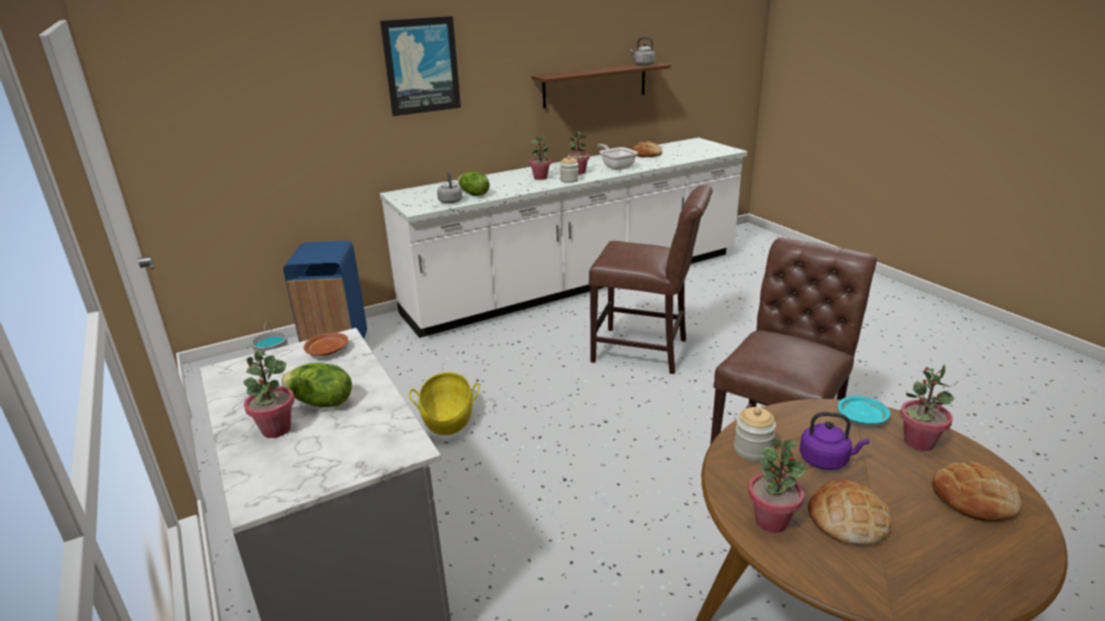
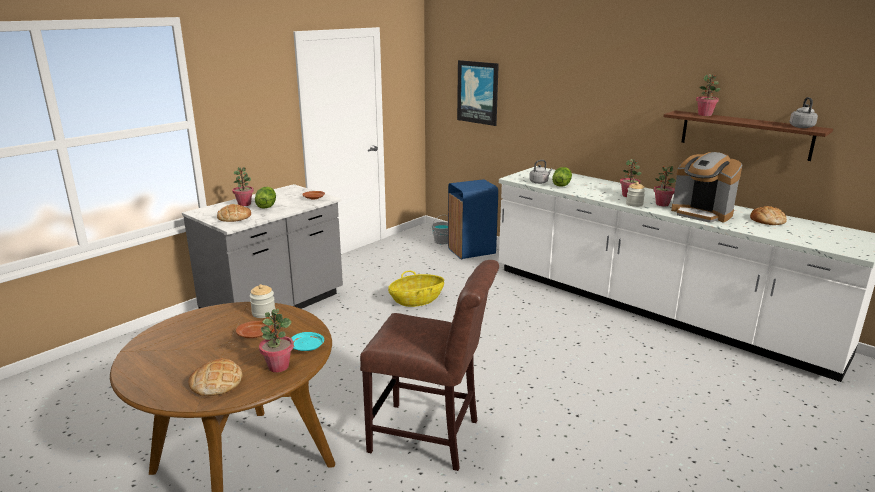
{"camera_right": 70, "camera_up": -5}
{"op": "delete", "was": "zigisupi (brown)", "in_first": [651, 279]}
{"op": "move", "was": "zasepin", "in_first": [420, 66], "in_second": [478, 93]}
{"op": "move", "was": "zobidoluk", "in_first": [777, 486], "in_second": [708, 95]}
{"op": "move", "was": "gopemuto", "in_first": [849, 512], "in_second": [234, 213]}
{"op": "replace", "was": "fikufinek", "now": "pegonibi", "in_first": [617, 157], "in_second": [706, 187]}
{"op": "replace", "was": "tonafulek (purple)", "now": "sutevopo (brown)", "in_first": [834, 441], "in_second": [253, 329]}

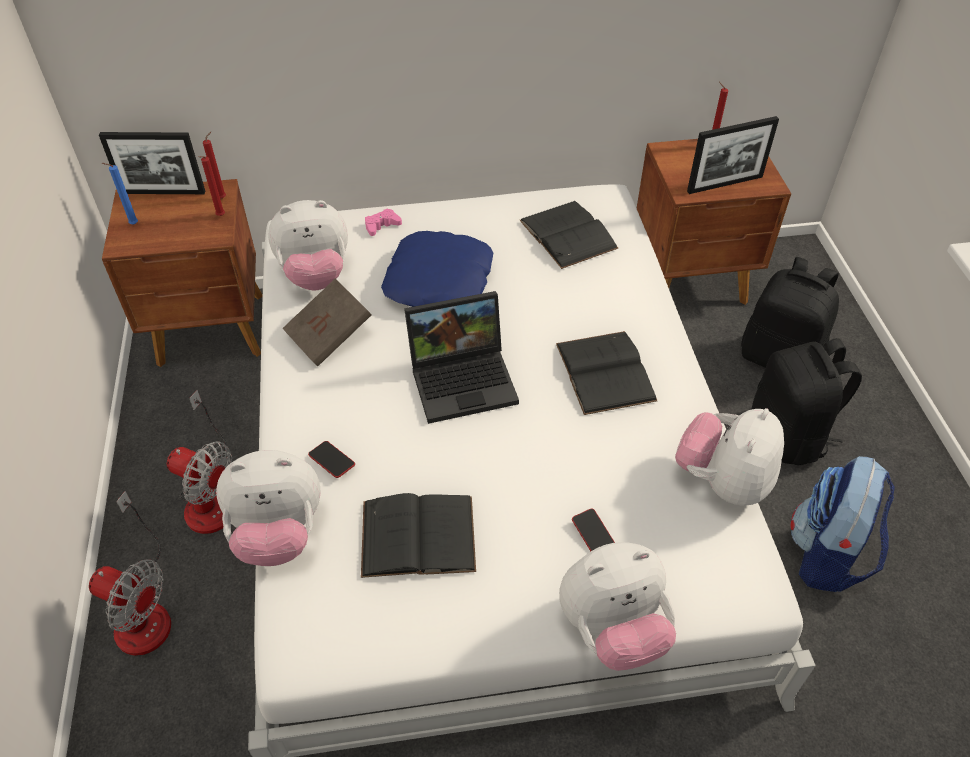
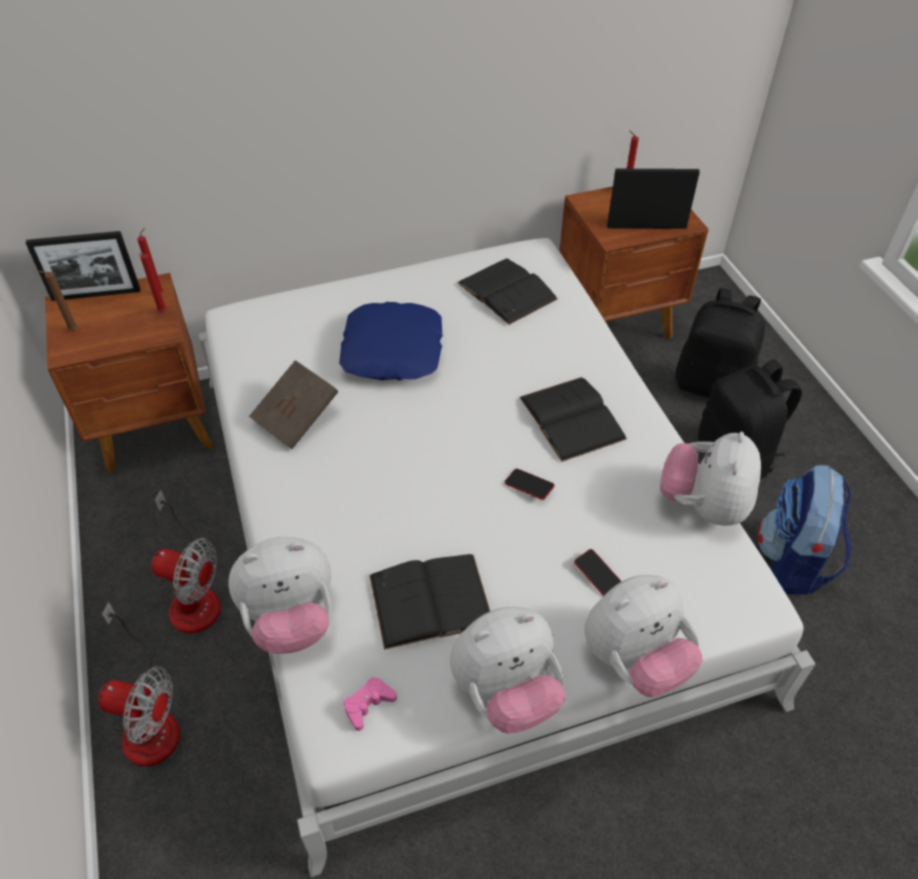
{"camera_right": -10, "camera_up": 0}
{"op": "delete", "was": "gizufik", "in_first": [461, 357]}
{"op": "move", "was": "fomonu", "in_first": [308, 245], "in_second": [507, 670]}
{"op": "move", "was": "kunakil", "in_first": [331, 459], "in_second": [529, 484]}
{"op": "move", "was": "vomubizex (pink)", "in_first": [383, 222], "in_second": [370, 704]}
{"op": "recolor", "was": "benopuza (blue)", "now": "benopuza (brown)", "in_first": [120, 194], "in_second": [57, 301]}
{"op": "rotate", "was": "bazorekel", "in_first": [733, 155], "in_second": [653, 199], "clockwise": -150}

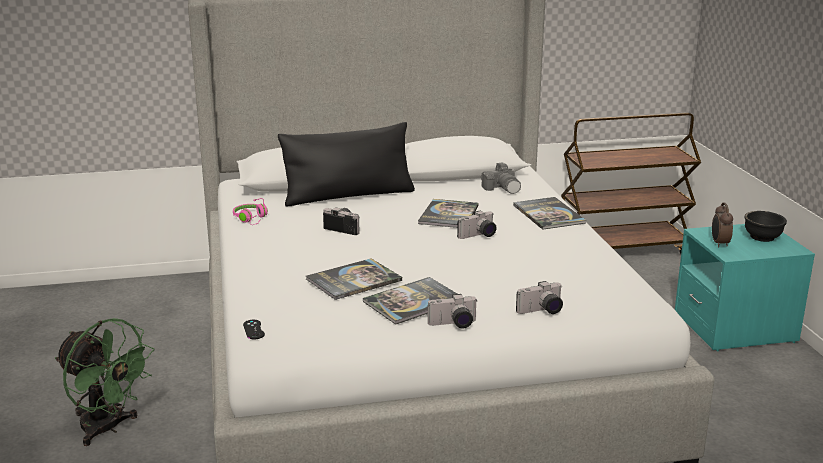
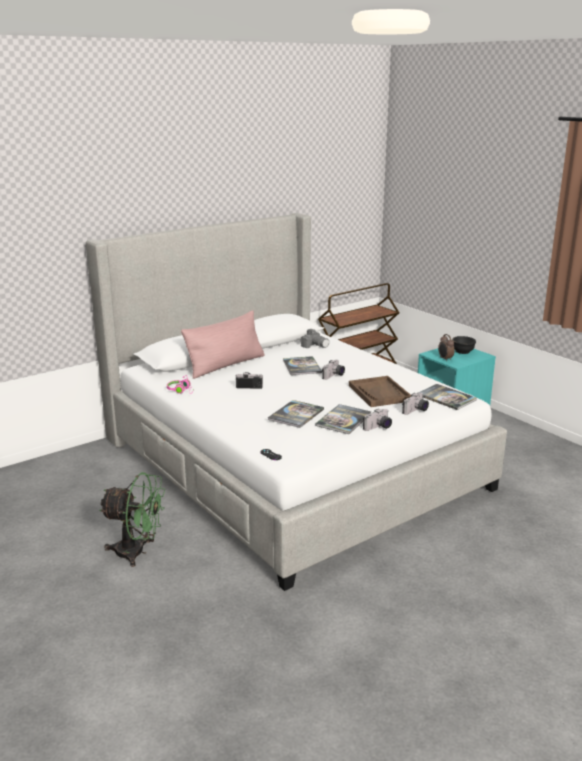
{"camera_right": -25, "camera_up": 0}
{"op": "insert", "now": "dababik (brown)", "in_second": [380, 391]}
{"op": "move", "was": "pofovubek", "in_first": [549, 213], "in_second": [447, 397]}
{"op": "recolor", "was": "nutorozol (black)", "now": "nutorozol (pink)", "in_first": [346, 164], "in_second": [222, 344]}

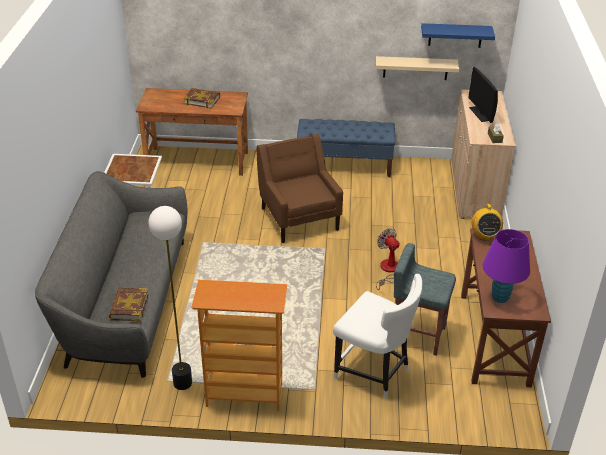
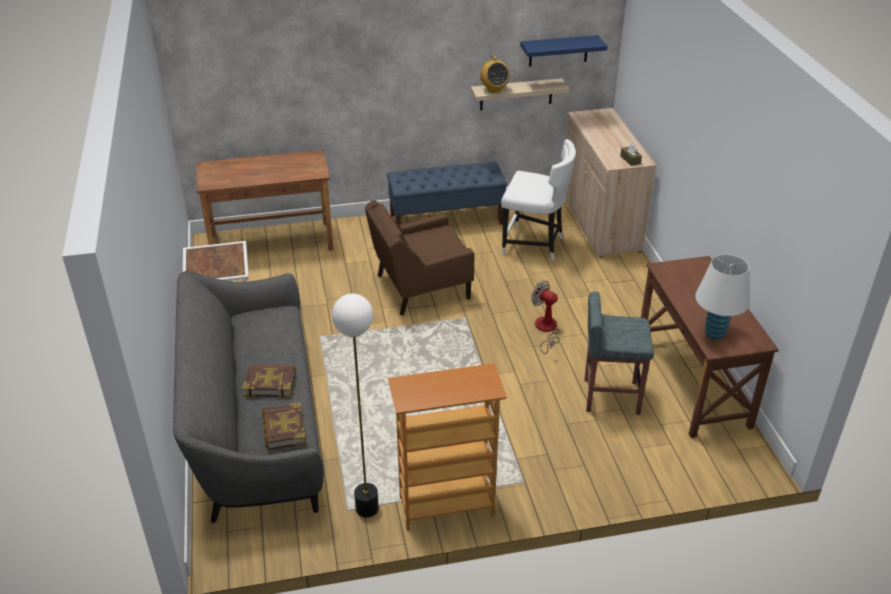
{"camera_right": -15, "camera_up": 0}
{"op": "delete", "was": "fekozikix", "in_first": [483, 95]}
{"op": "move", "was": "pofovubek", "in_first": [201, 98], "in_second": [268, 381]}
{"op": "move", "was": "zigisupi (white)", "in_first": [377, 336], "in_second": [538, 199]}
{"op": "move", "was": "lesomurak", "in_first": [487, 222], "in_second": [495, 74]}
{"op": "recolor", "was": "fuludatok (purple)", "now": "fuludatok (white)", "in_first": [506, 266], "in_second": [722, 297]}
{"op": "rotate", "was": "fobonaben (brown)", "in_first": [299, 188], "in_second": [419, 257], "clockwise": -75}

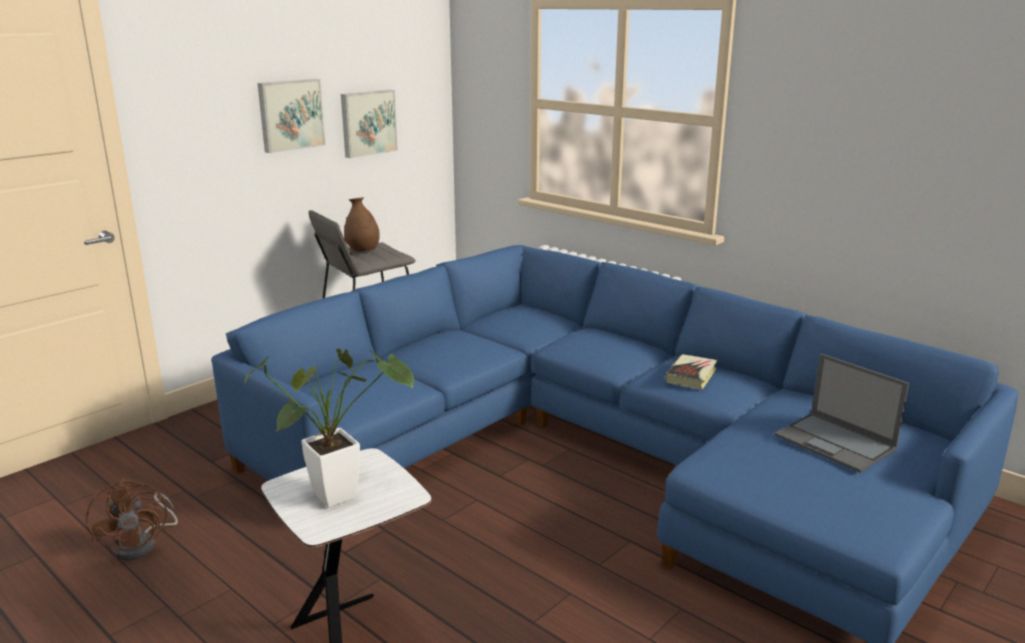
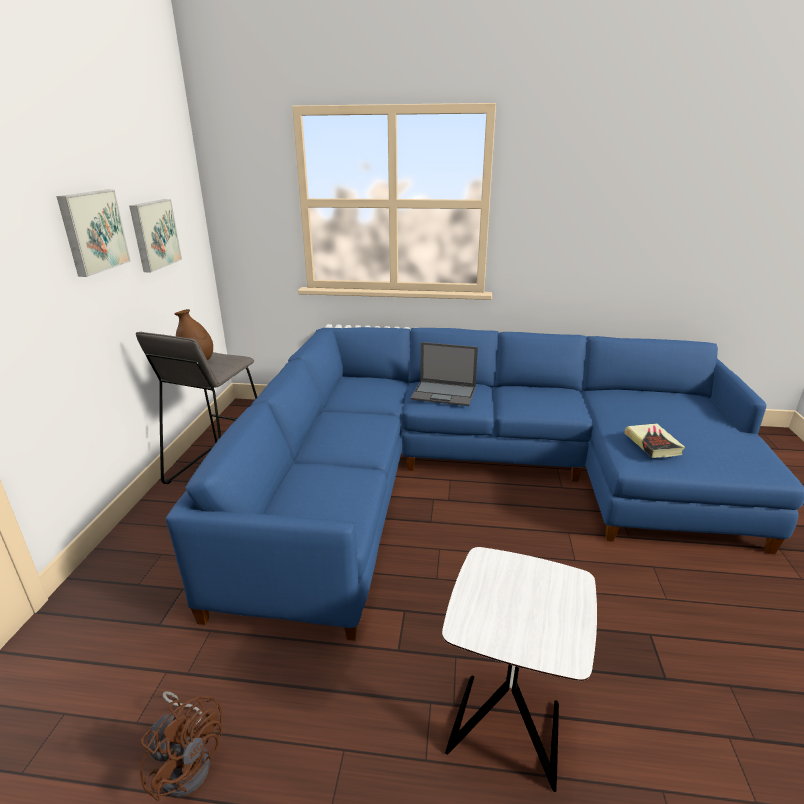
{"camera_right": -35, "camera_up": 5}
{"op": "delete", "was": "zobidoluk", "in_first": [329, 428]}
{"op": "move", "was": "pofovubek", "in_first": [691, 372], "in_second": [654, 440]}
{"op": "move", "was": "gizufik", "in_first": [842, 413], "in_second": [444, 374]}

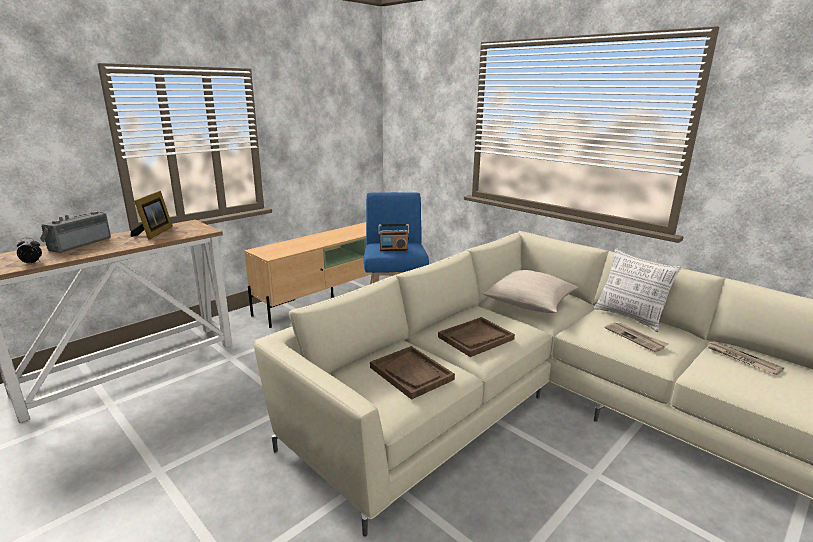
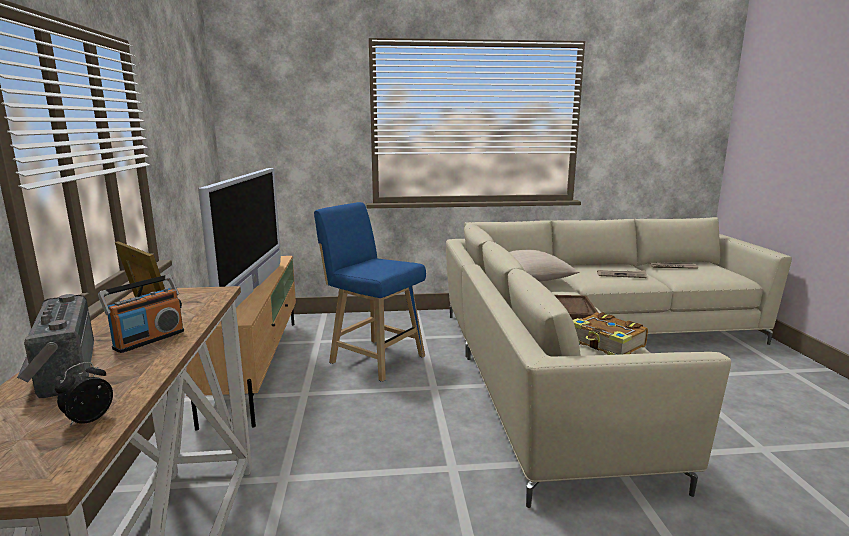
{"camera_right": -50, "camera_up": -5}
{"op": "delete", "was": "nutorozol", "in_first": [637, 290]}
{"op": "insert", "now": "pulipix", "in_second": [239, 237]}
{"op": "move", "was": "lesomurak", "in_first": [393, 237], "in_second": [141, 313]}
{"op": "replace", "was": "dababik (brown)", "now": "pofovubek", "in_first": [412, 373], "in_second": [610, 333]}

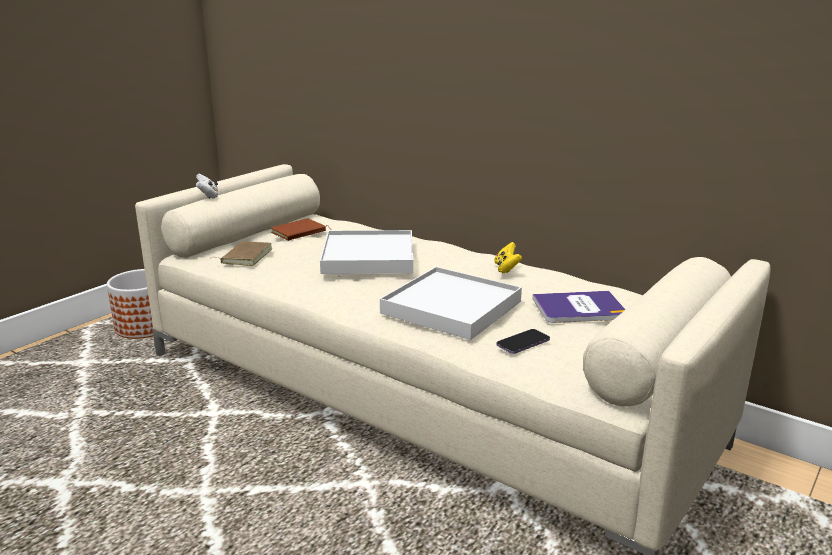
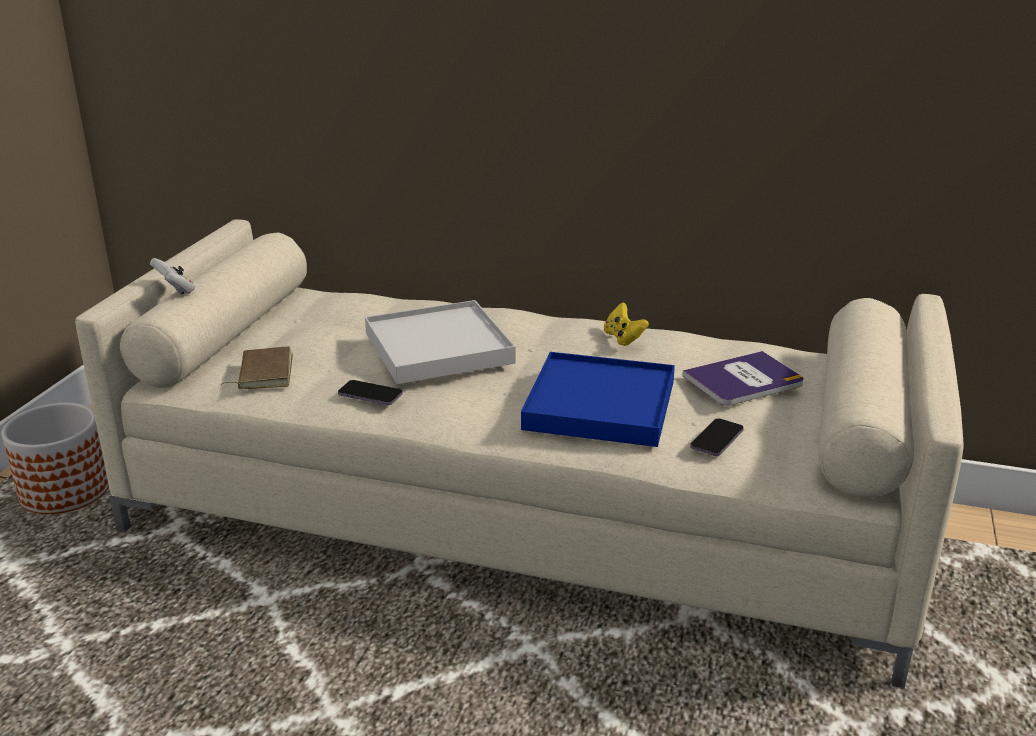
{"camera_right": -20, "camera_up": 5}
{"op": "delete", "was": "pofovubek (brown)", "in_first": [301, 229]}
{"op": "insert", "now": "kunakil", "in_second": [370, 392]}
{"op": "recolor", "was": "dababik (white)", "now": "dababik (blue)", "in_first": [451, 303], "in_second": [598, 399]}

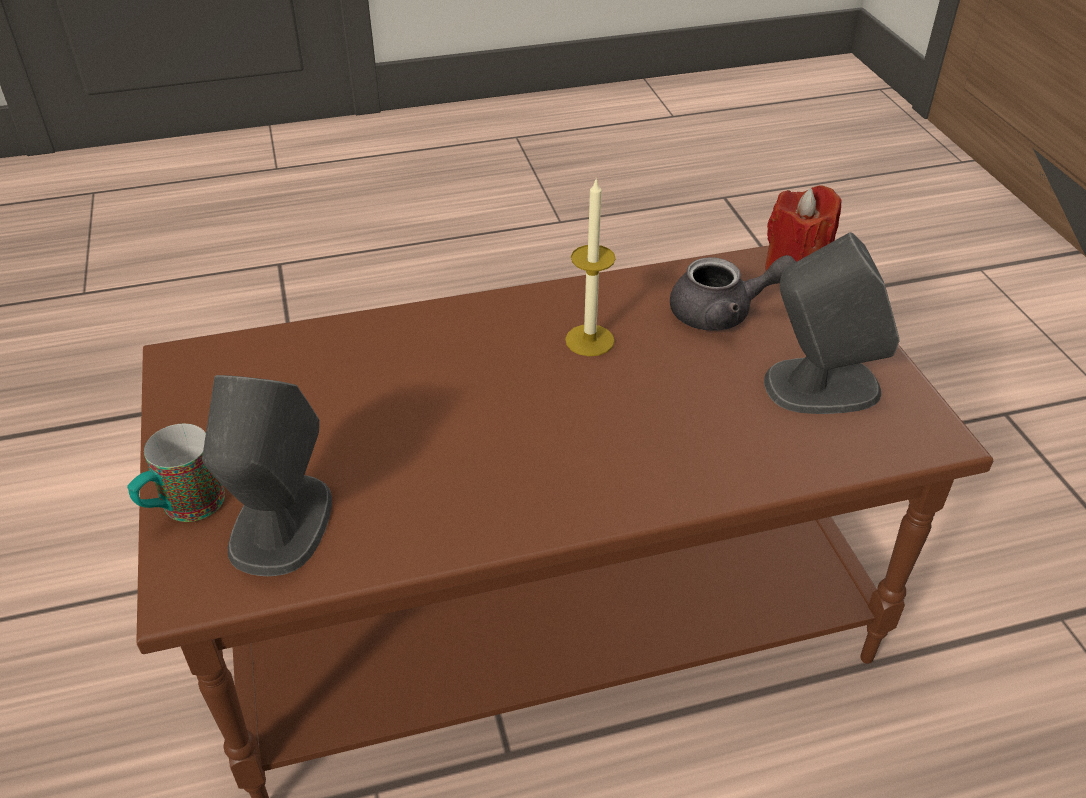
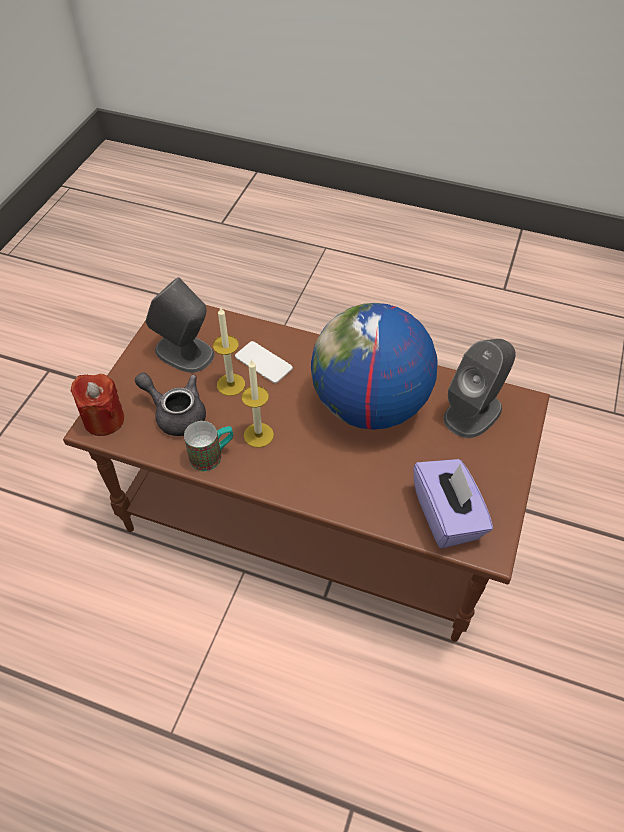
{"camera_right": -145, "camera_up": 10}
{"op": "insert", "now": "benopuza", "in_second": [229, 351]}
{"op": "insert", "now": "kunakil", "in_second": [264, 362]}
{"op": "insert", "now": "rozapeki", "in_second": [374, 366]}
{"op": "insert", "now": "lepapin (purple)", "in_second": [453, 504]}
{"op": "move", "was": "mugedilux", "in_first": [176, 473], "in_second": [208, 446]}

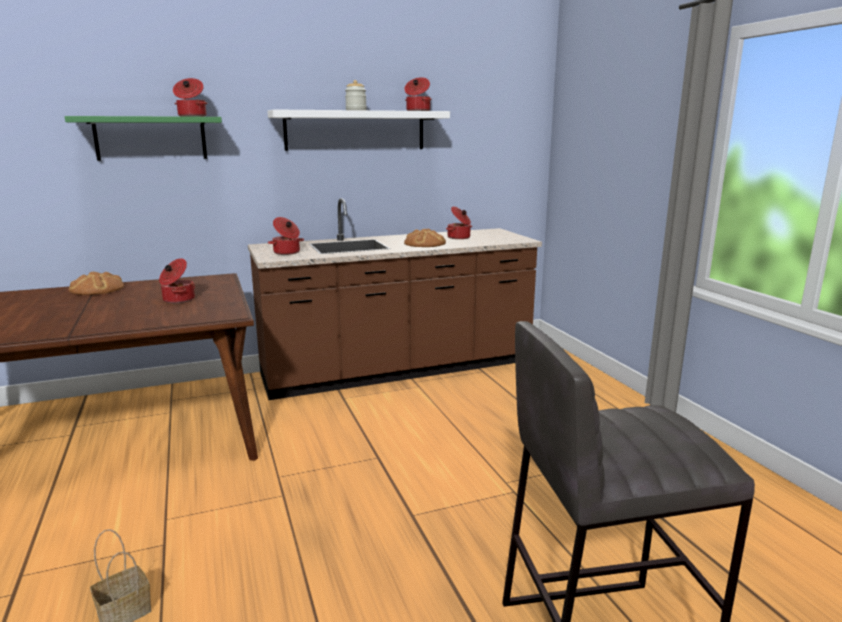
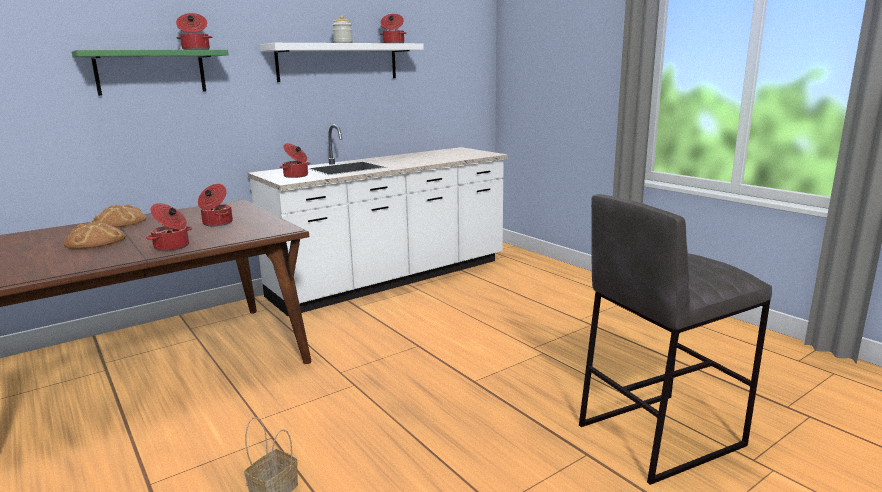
{"camera_right": -15, "camera_up": 0}
{"op": "move", "was": "gopemuto", "in_first": [425, 238], "in_second": [94, 235]}
{"op": "move", "was": "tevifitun", "in_first": [459, 222], "in_second": [169, 227]}
{"op": "recolor", "was": "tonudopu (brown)", "now": "tonudopu (white)", "in_first": [395, 299], "in_second": [378, 220]}

